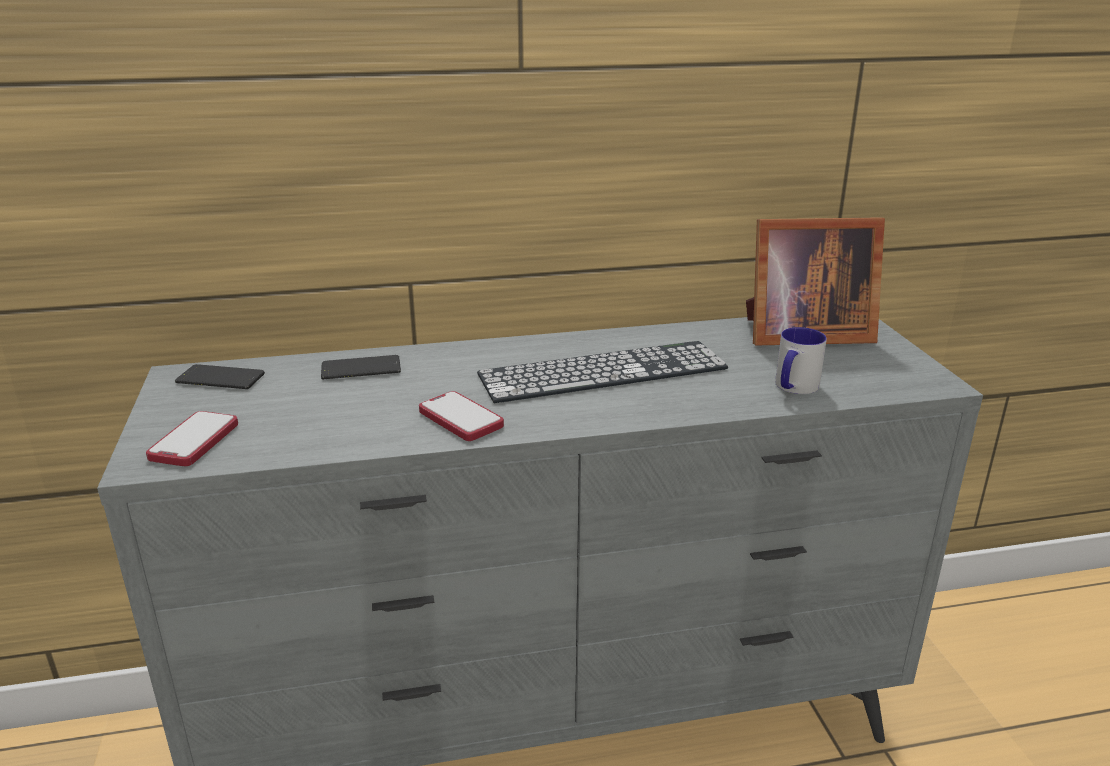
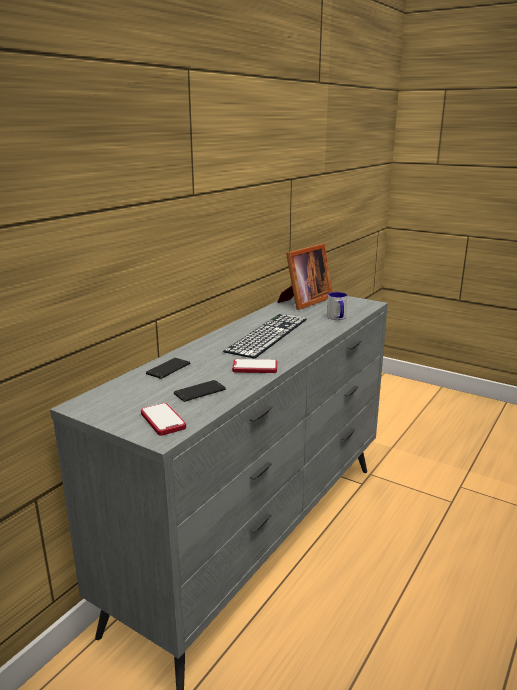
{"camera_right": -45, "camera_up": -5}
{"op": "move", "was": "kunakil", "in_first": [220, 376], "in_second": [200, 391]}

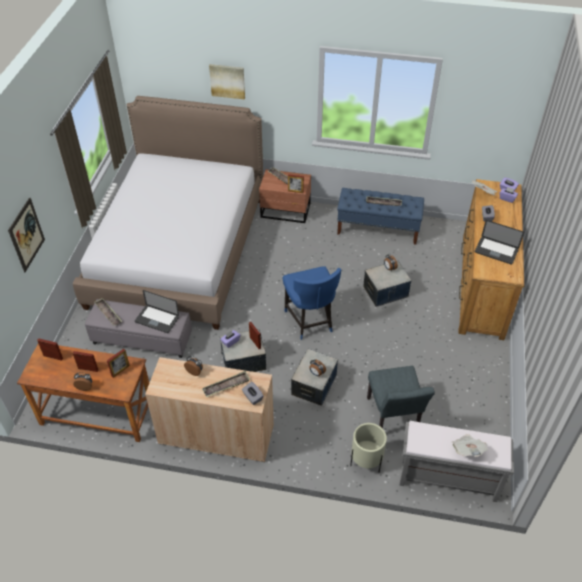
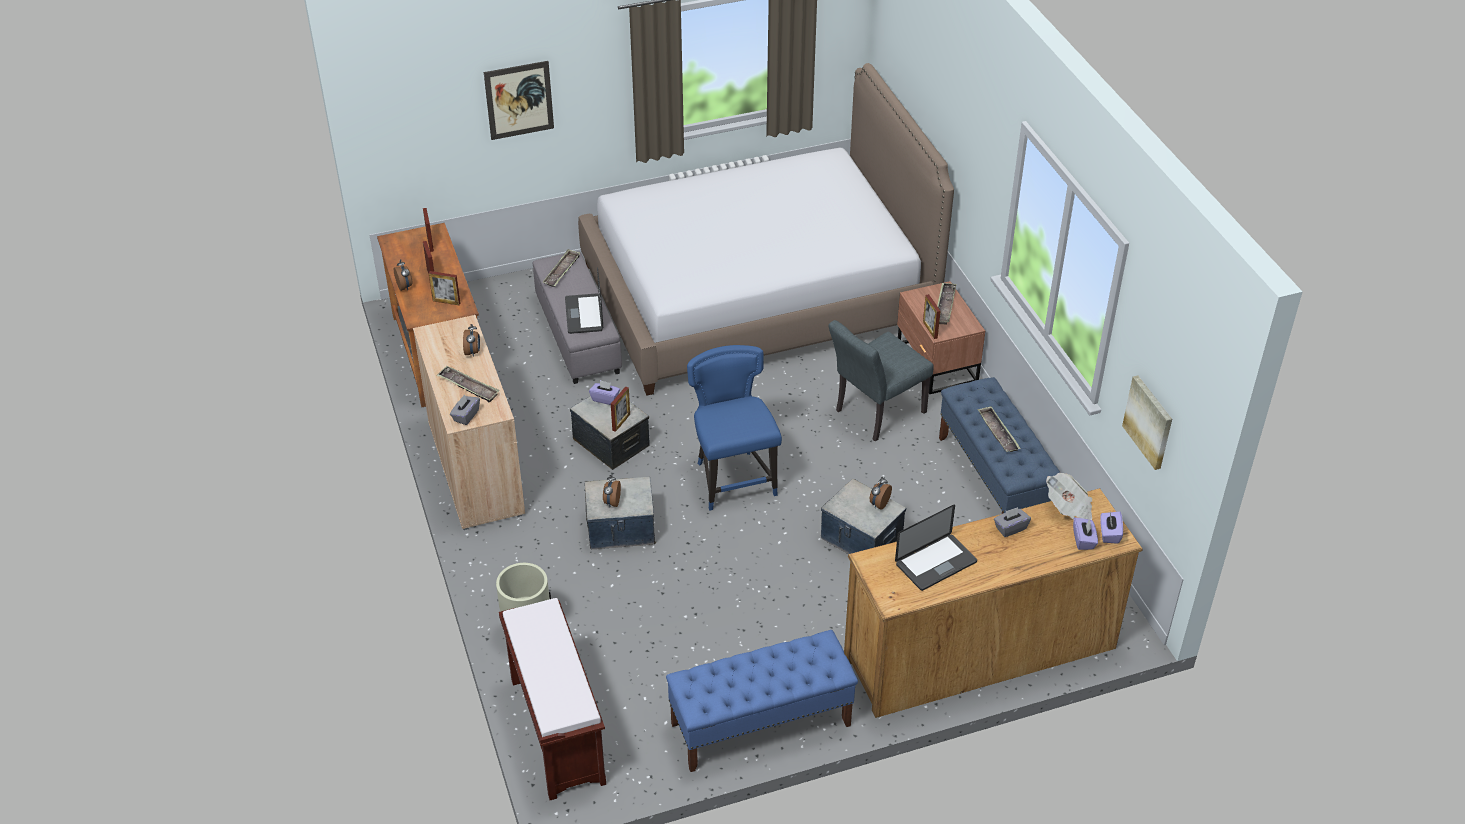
{"camera_right": 60, "camera_up": -5}
{"op": "delete", "was": "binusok", "in_first": [470, 445]}
{"op": "insert", "now": "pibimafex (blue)", "in_second": [762, 701]}
{"op": "move", "was": "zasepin", "in_first": [227, 81], "in_second": [1147, 422]}
{"op": "move", "was": "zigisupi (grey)", "in_first": [401, 397], "in_second": [881, 380]}
{"op": "recolor", "was": "pibimafex (grey)", "now": "pibimafex (brown)", "in_first": [456, 461], "in_second": [552, 699]}
{"op": "rotate", "was": "zigisupi (blue)", "in_first": [312, 303], "in_second": [734, 428], "clockwise": 120}
{"op": "rotate", "was": "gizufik", "in_first": [499, 242], "in_second": [936, 548], "clockwise": -120}

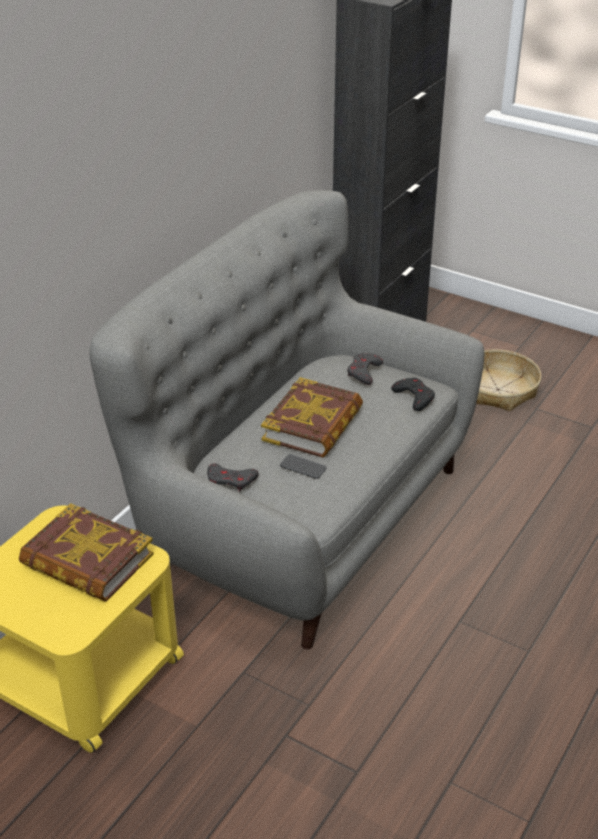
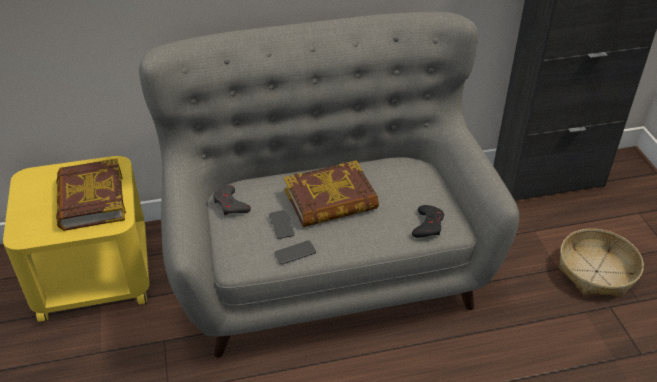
{"camera_right": 45, "camera_up": 5}
{"op": "delete", "was": "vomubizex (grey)", "in_first": [365, 369]}
{"op": "insert", "now": "kunakil", "in_second": [295, 252]}

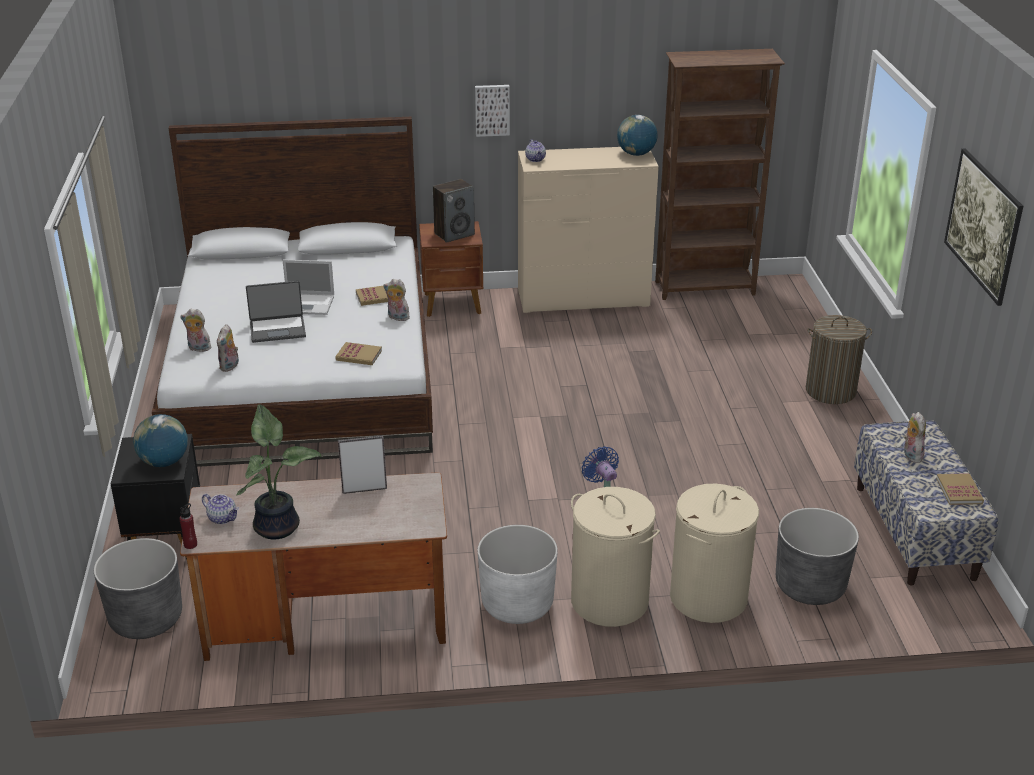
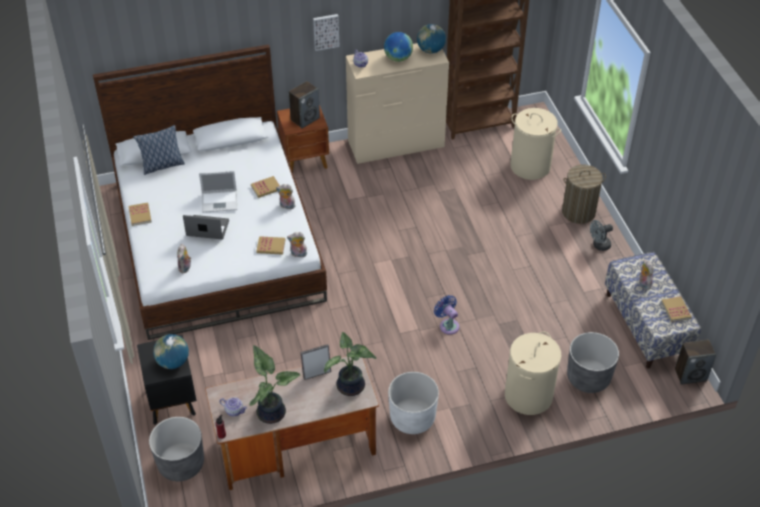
{"camera_right": -10, "camera_up": 15}
{"op": "delete", "was": "zasepin", "in_first": [983, 227]}
{"op": "insert", "now": "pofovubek", "in_second": [140, 214]}
{"op": "insert", "now": "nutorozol", "in_second": [159, 150]}
{"op": "insert", "now": "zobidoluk", "in_second": [350, 364]}
{"op": "insert", "now": "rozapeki", "in_second": [398, 47]}
{"op": "insert", "now": "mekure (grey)", "in_second": [601, 235]}
{"op": "insert", "now": "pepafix", "in_second": [695, 362]}
{"op": "move", "was": "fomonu", "in_first": [195, 330], "in_second": [297, 244]}
{"op": "move", "was": "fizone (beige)", "in_first": [615, 557], "in_second": [535, 144]}
{"op": "rotate", "was": "gizufik", "in_first": [276, 312], "in_second": [206, 227], "clockwise": -150}

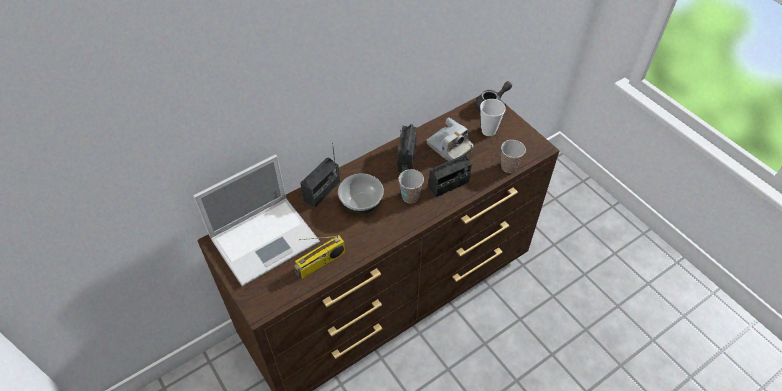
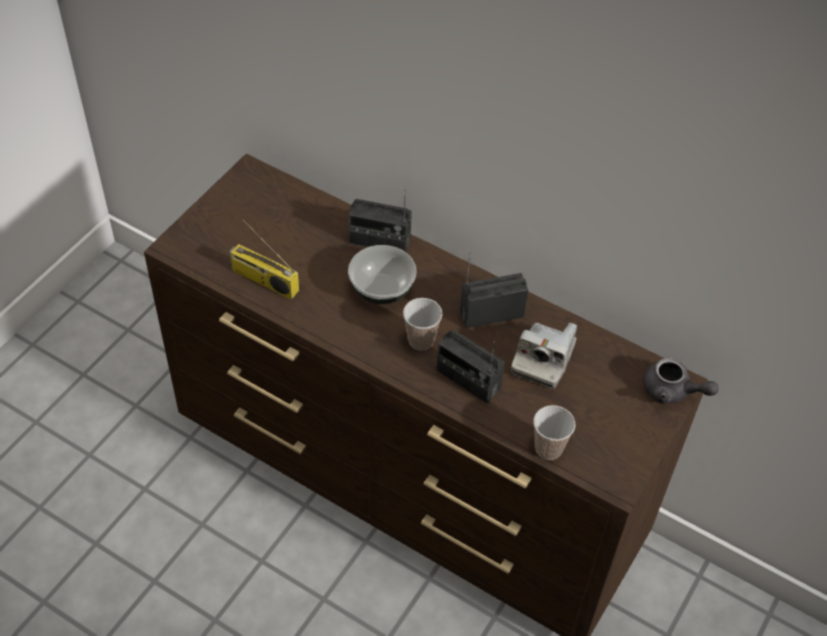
{"camera_right": 65, "camera_up": 0}
{"op": "delete", "was": "gizufik", "in_first": [256, 221]}
{"op": "delete", "was": "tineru", "in_first": [493, 117]}

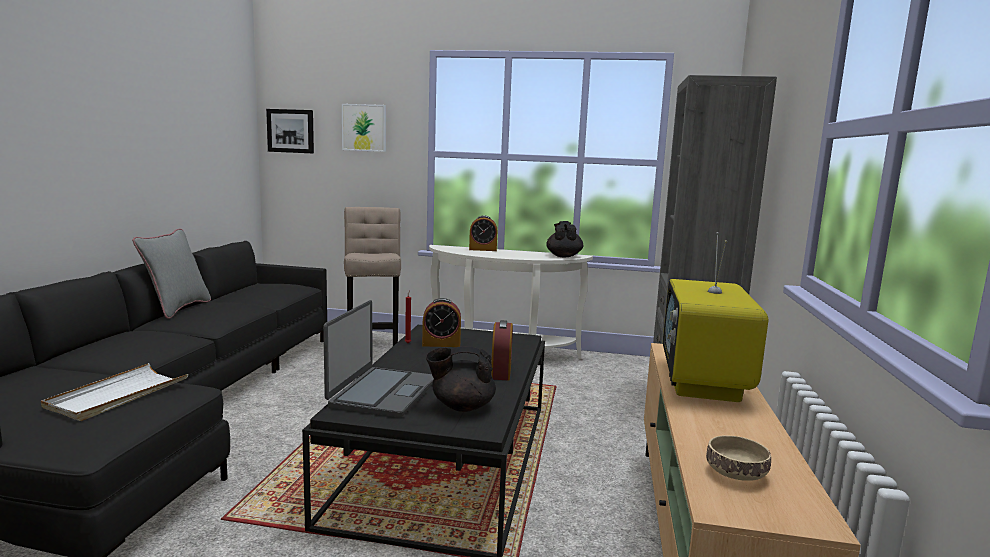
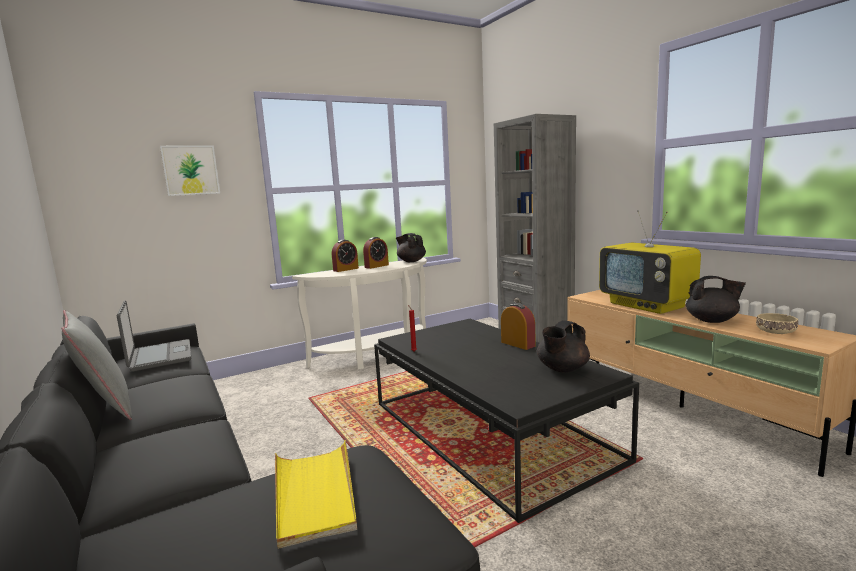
{"camera_right": -40, "camera_up": 0}
{"op": "delete", "was": "zasepin", "in_first": [290, 131]}
{"op": "delete", "was": "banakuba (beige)", "in_first": [372, 276]}
{"op": "insert", "now": "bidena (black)", "in_second": [716, 299]}
{"op": "move", "was": "gizufik", "in_first": [378, 358], "in_second": [154, 336]}
{"op": "move", "was": "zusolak", "in_first": [441, 322], "in_second": [376, 253]}
{"op": "recolor", "was": "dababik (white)", "now": "dababik (yellow)", "in_first": [115, 392], "in_second": [316, 494]}

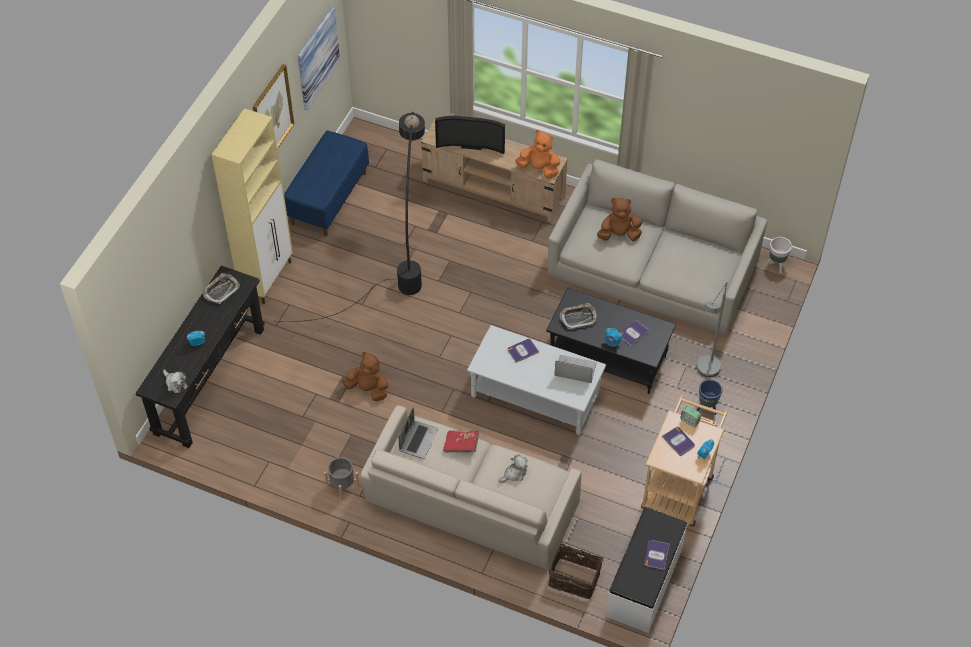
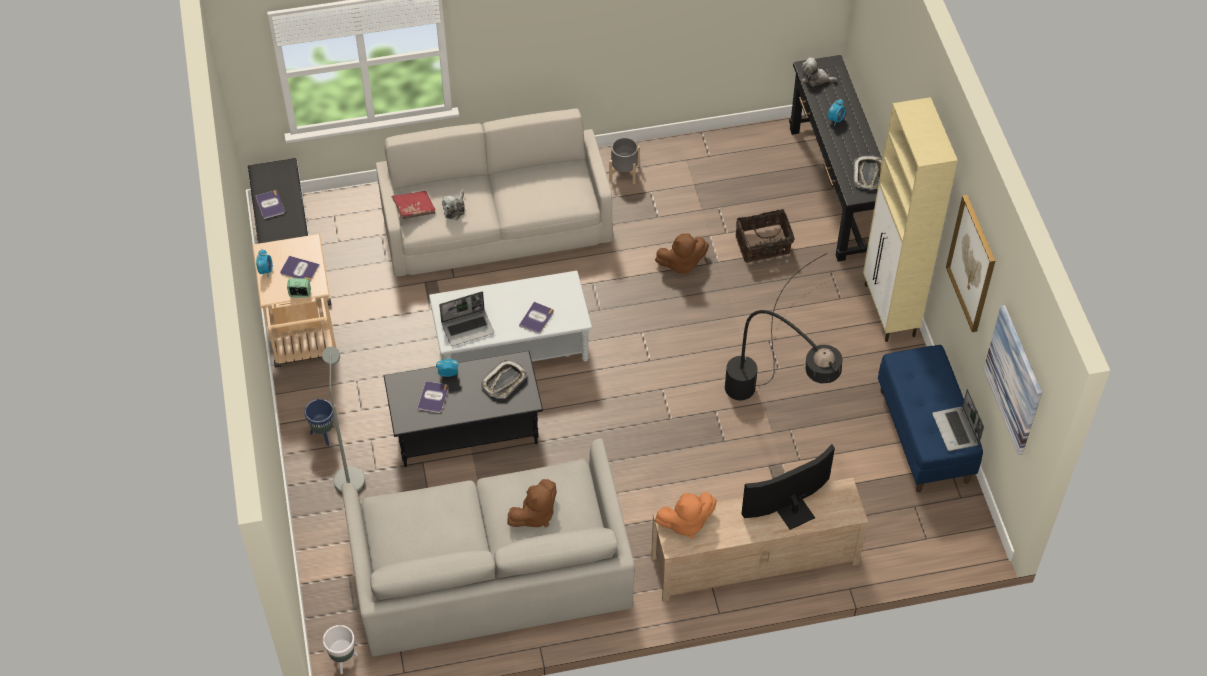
{"camera_right": 145, "camera_up": 0}
{"op": "move", "was": "gizufik", "in_first": [418, 433], "in_second": [958, 420]}
{"op": "move", "was": "pofovubek (red)", "in_first": [461, 442], "in_second": [413, 205]}
{"op": "move", "was": "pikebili", "in_first": [575, 571], "in_second": [765, 236]}

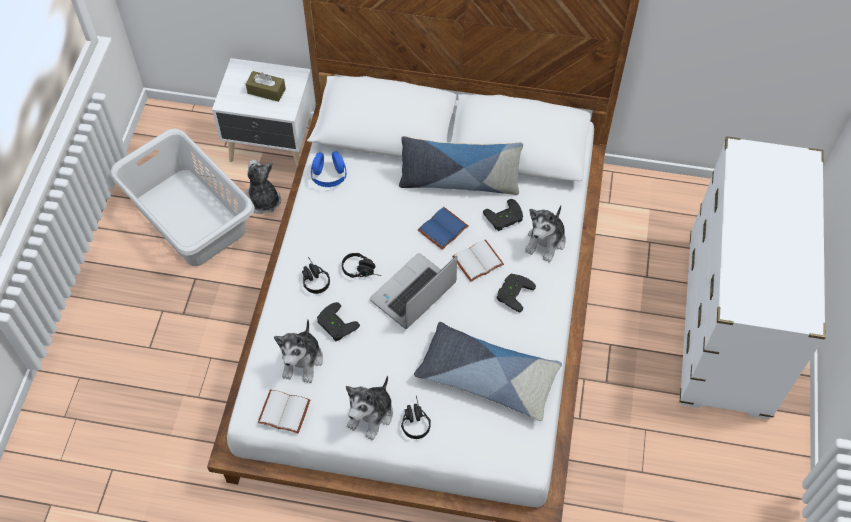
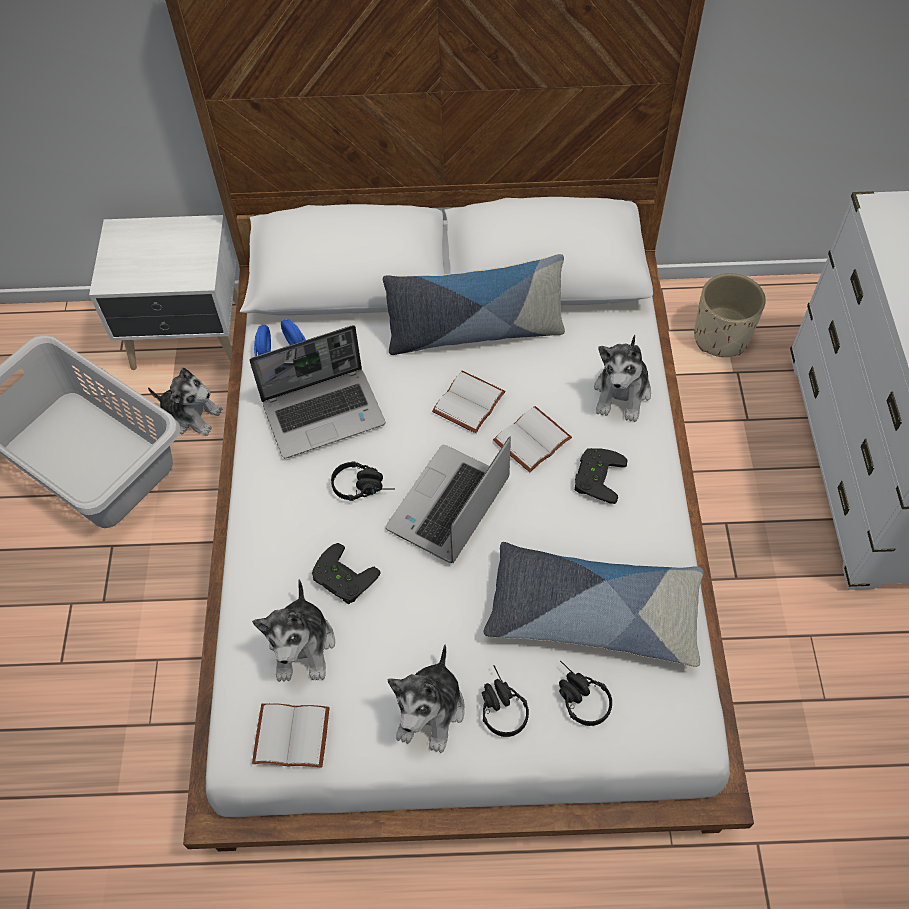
{"camera_right": -10, "camera_up": 0}
{"op": "delete", "was": "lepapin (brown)", "in_first": [266, 86]}
{"op": "delete", "was": "vomubizex (black)", "in_first": [503, 215]}
{"op": "insert", "now": "gizufik", "in_second": [317, 391]}
{"op": "insert", "now": "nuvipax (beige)", "in_second": [730, 315]}
{"op": "move", "was": "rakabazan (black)", "in_first": [316, 275], "in_second": [585, 693]}
{"op": "recolor", "was": "pofovubek (blue)", "now": "pofovubek (white)", "in_first": [443, 228], "in_second": [469, 402]}
{"op": "rotate", "was": "fomonu", "in_first": [263, 187], "in_second": [185, 402], "clockwise": 150}

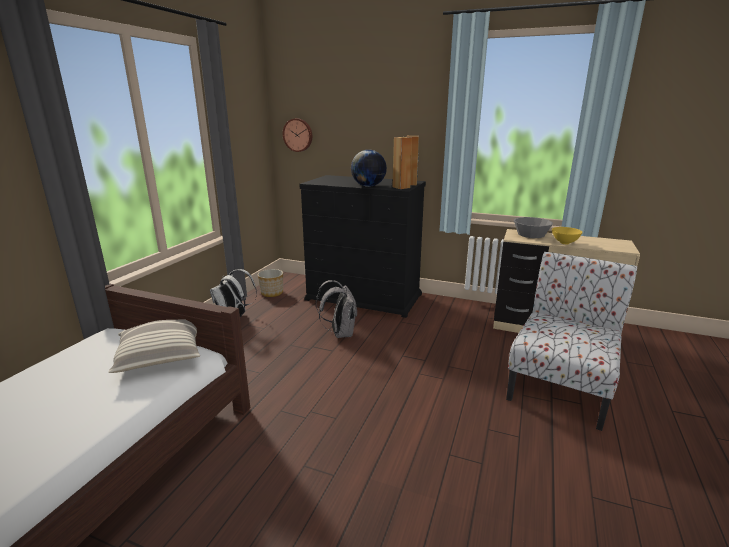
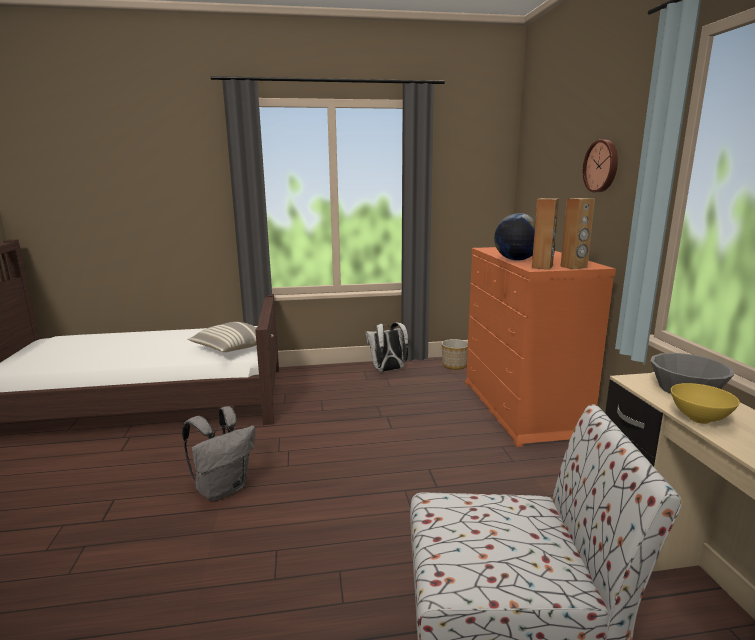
{"camera_right": 60, "camera_up": -5}
{"op": "move", "was": "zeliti", "in_first": [297, 135], "in_second": [600, 166]}
{"op": "move", "was": "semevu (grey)", "in_first": [336, 309], "in_second": [218, 453]}
{"op": "recolor", "was": "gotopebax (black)", "now": "gotopebax (orange)", "in_first": [362, 246], "in_second": [540, 347]}

